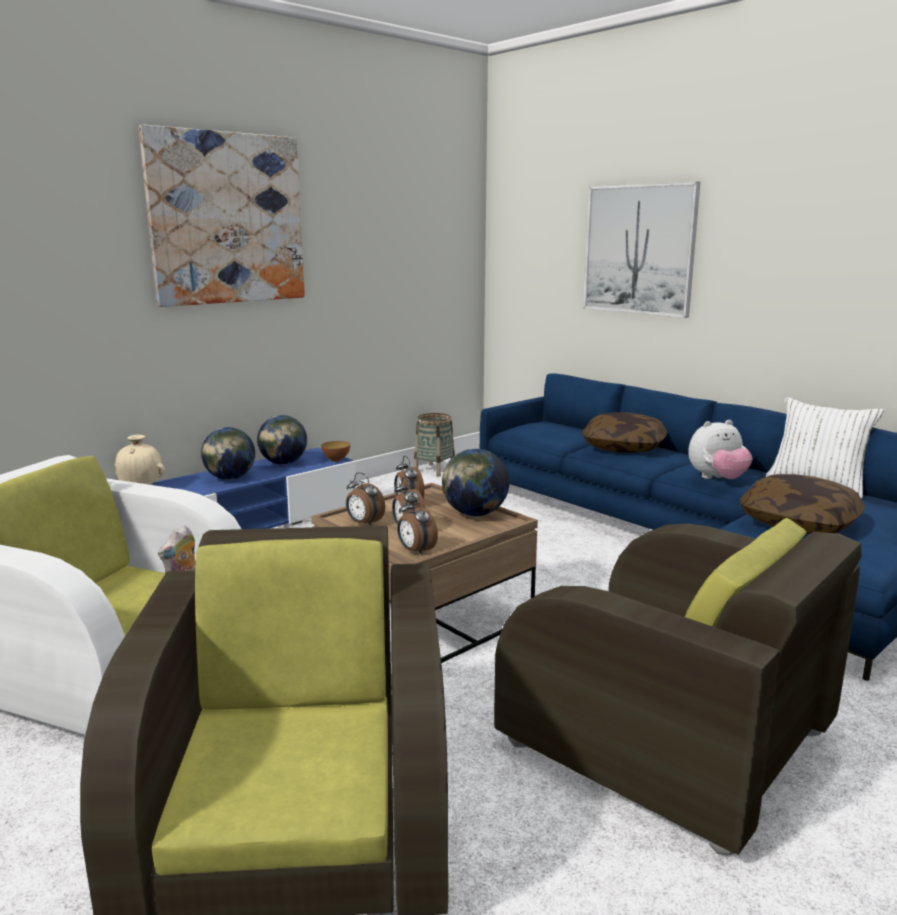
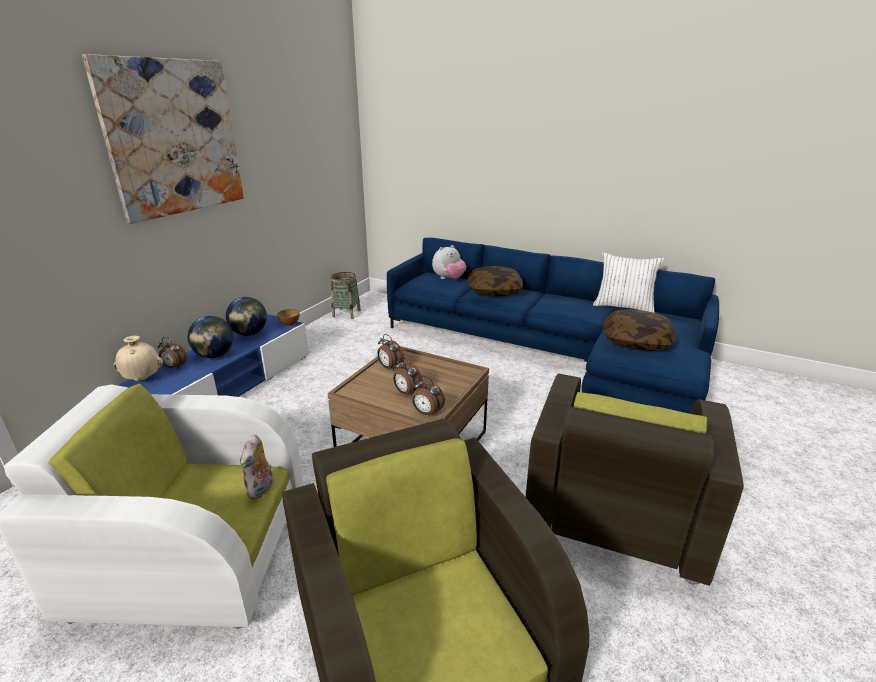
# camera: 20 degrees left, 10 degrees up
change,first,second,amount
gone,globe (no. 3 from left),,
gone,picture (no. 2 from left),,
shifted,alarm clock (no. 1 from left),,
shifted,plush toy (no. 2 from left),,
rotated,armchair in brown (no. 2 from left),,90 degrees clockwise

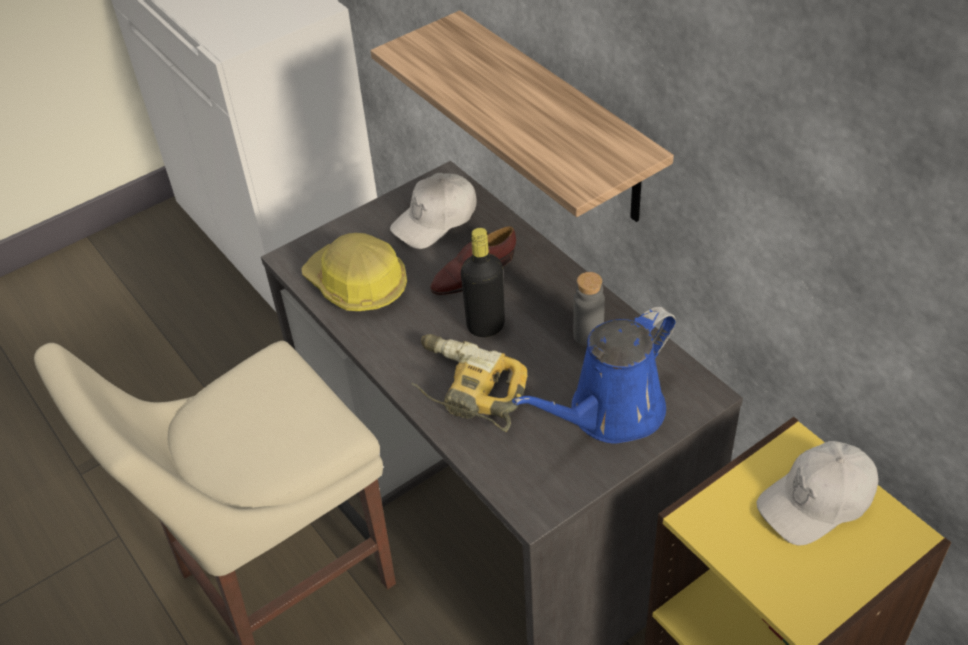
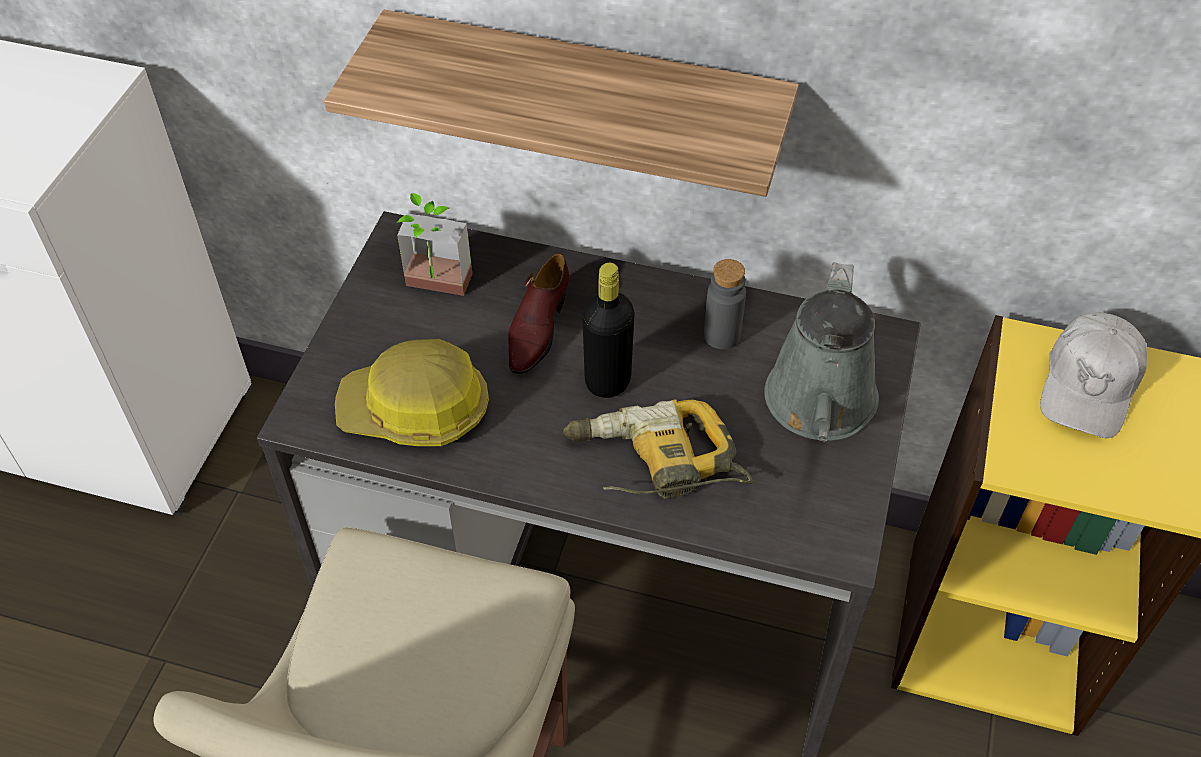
# camera: 40 degrees left, 5 degrees up
change,first,second,amount
swapped,cap in white (no. 1 from left),potted plant,
repainted,watering can in blue,watering can in grey,

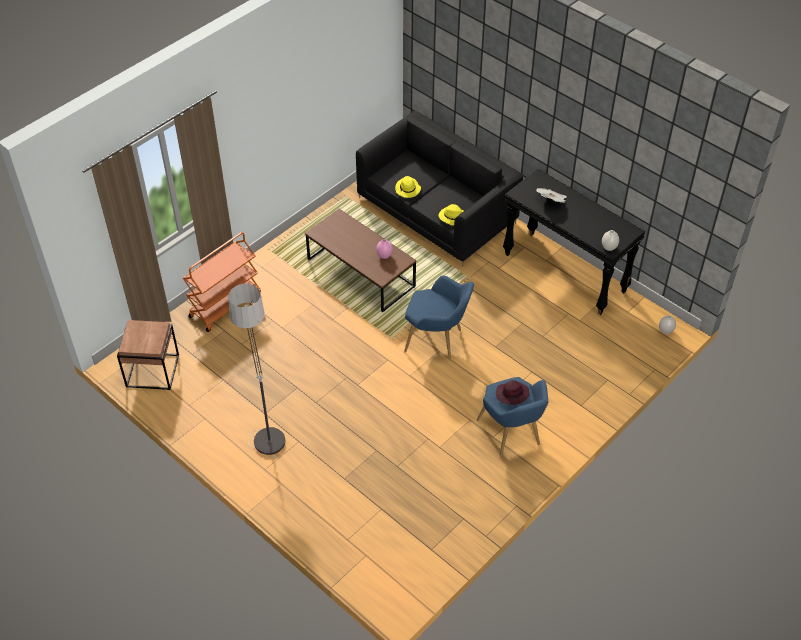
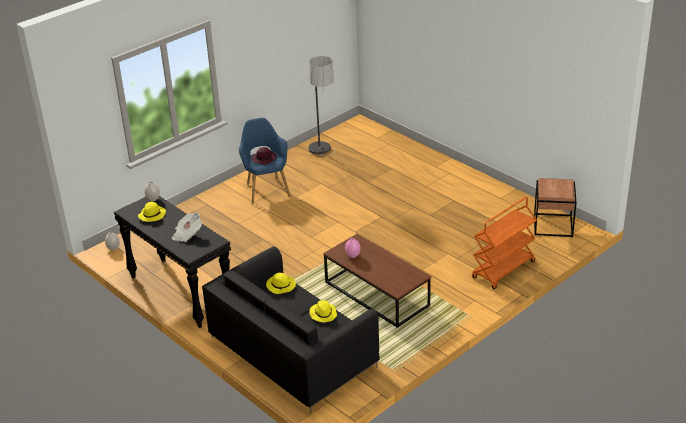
# camera: 175 degrees left, 15 degrees down
change,first,second,amount
gone,armchair in blue (no. 1 from left),,
new,,hat in yellow (no. 1 from left),
shifted,floor lamp,,

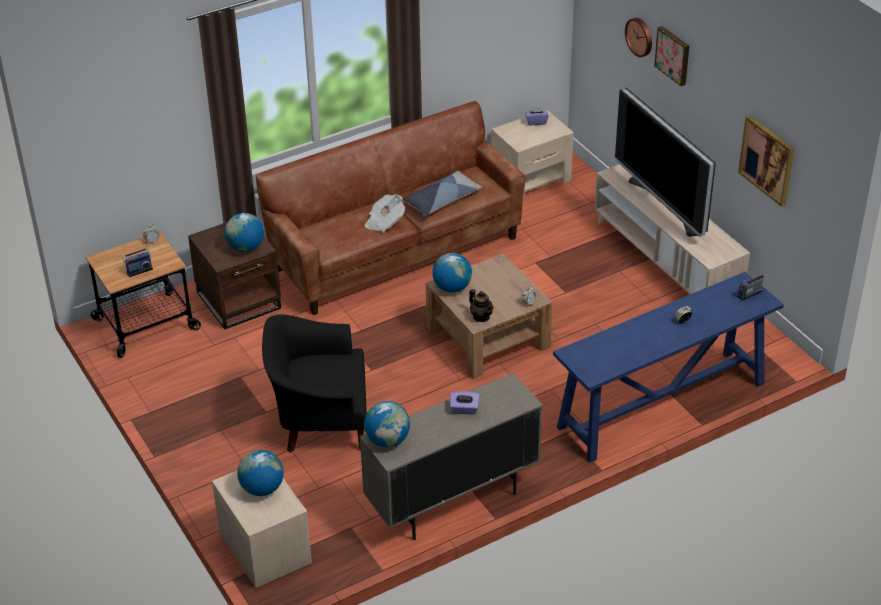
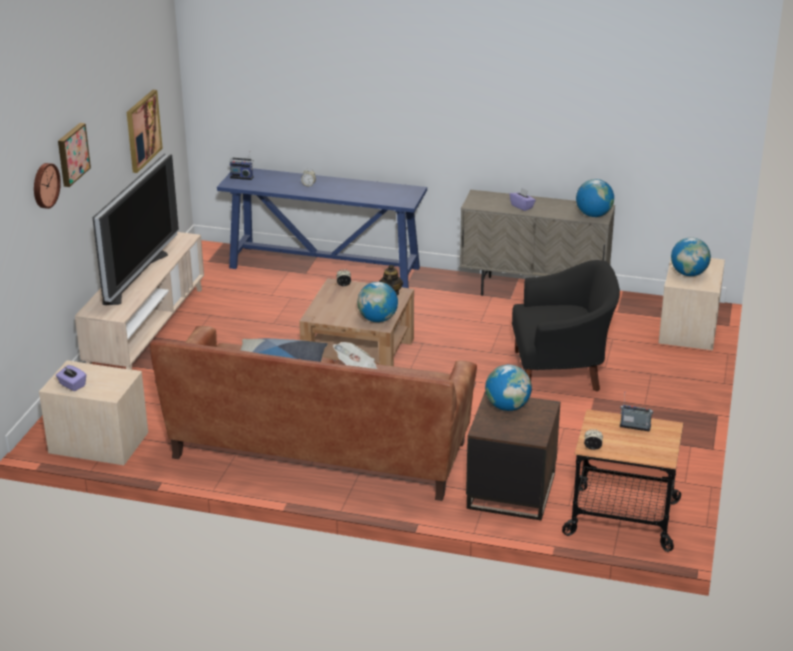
# camera: 135 degrees left, 10 degrees down
change,first,second,amount
rotated,armchair in black,,45 degrees counterclockwise

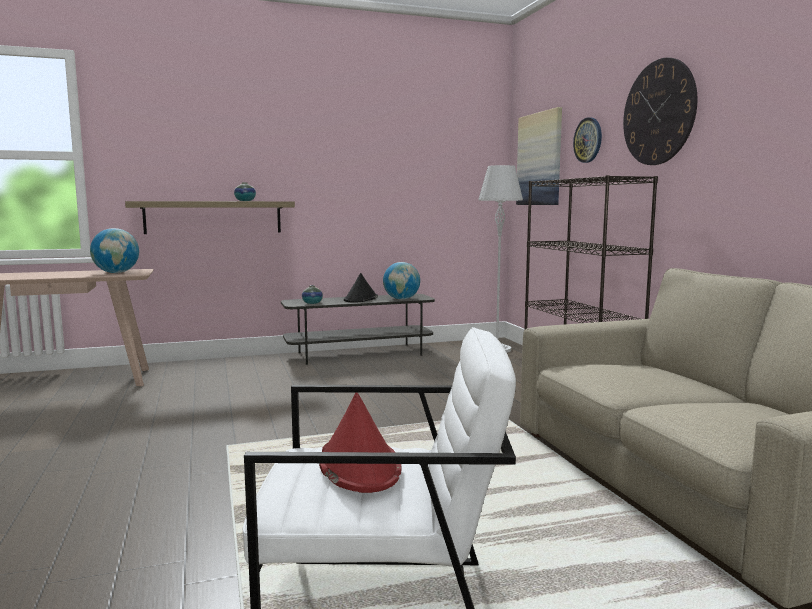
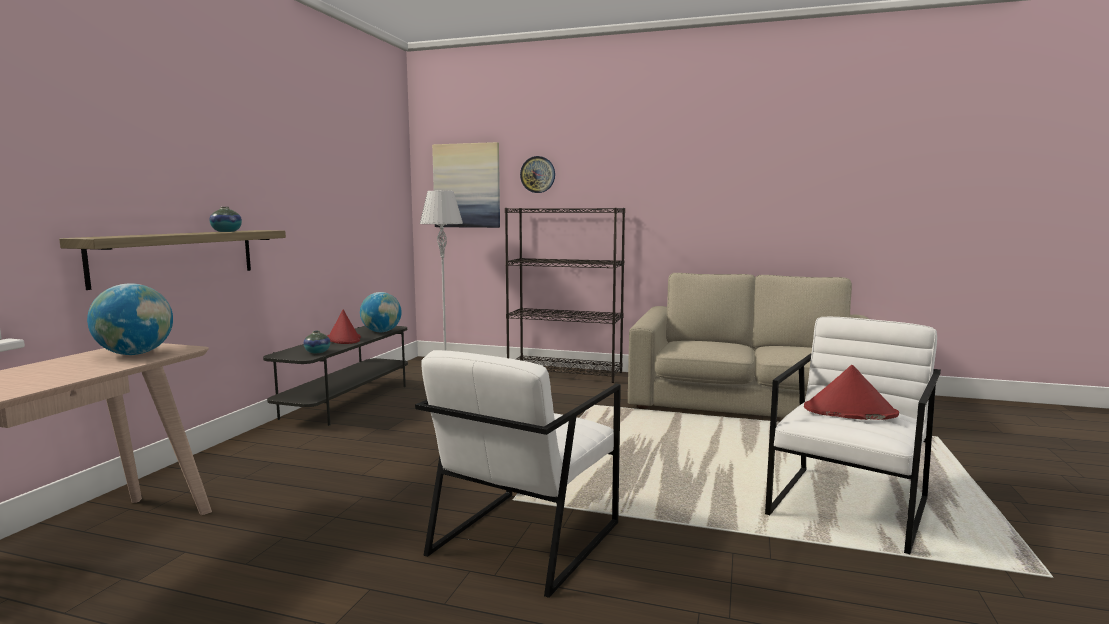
# camera: 55 degrees left, 0 degrees up
change,first,second,amount
gone,wall clock (no. 2 from left),,
new,,armchair in white (no. 1 from left),
repainted,hat in black,hat in red (no. 1 from left),

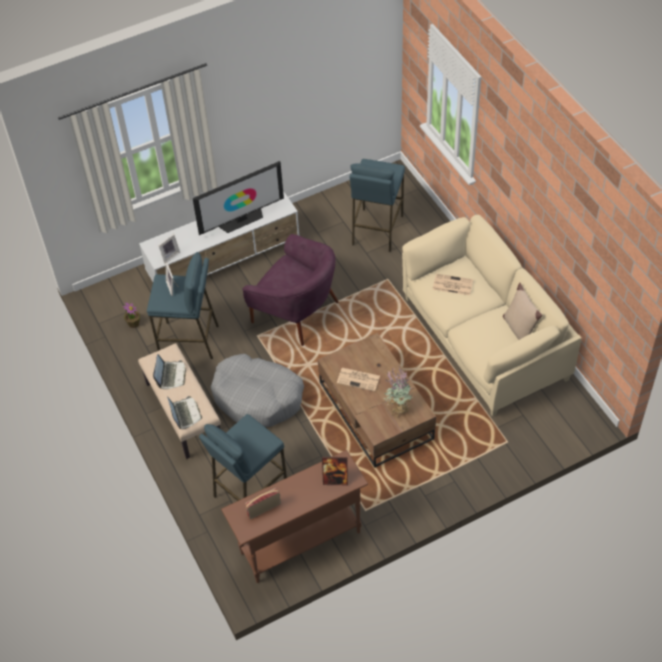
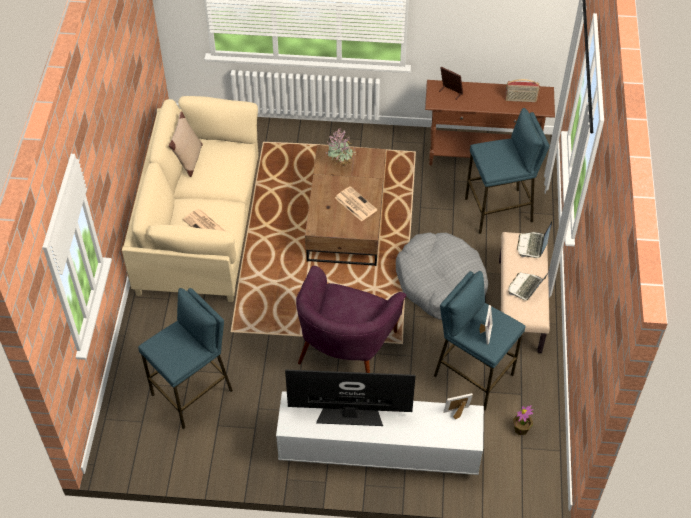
# camera: 150 degrees left, 0 degrees up
change,first,second,amount
rotated,armchair in purple,,135 degrees counterclockwise

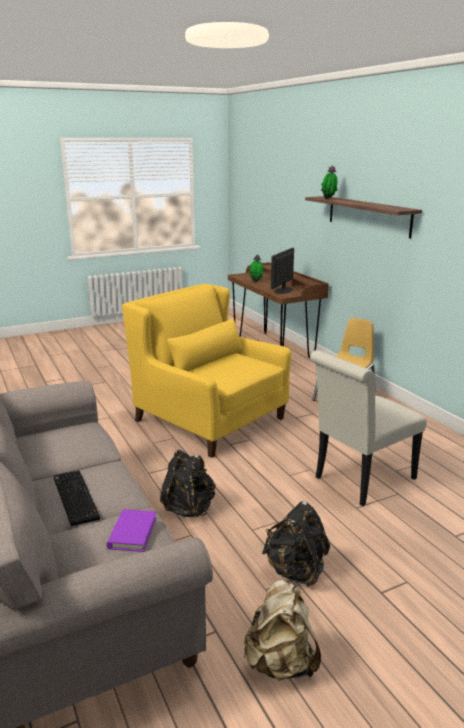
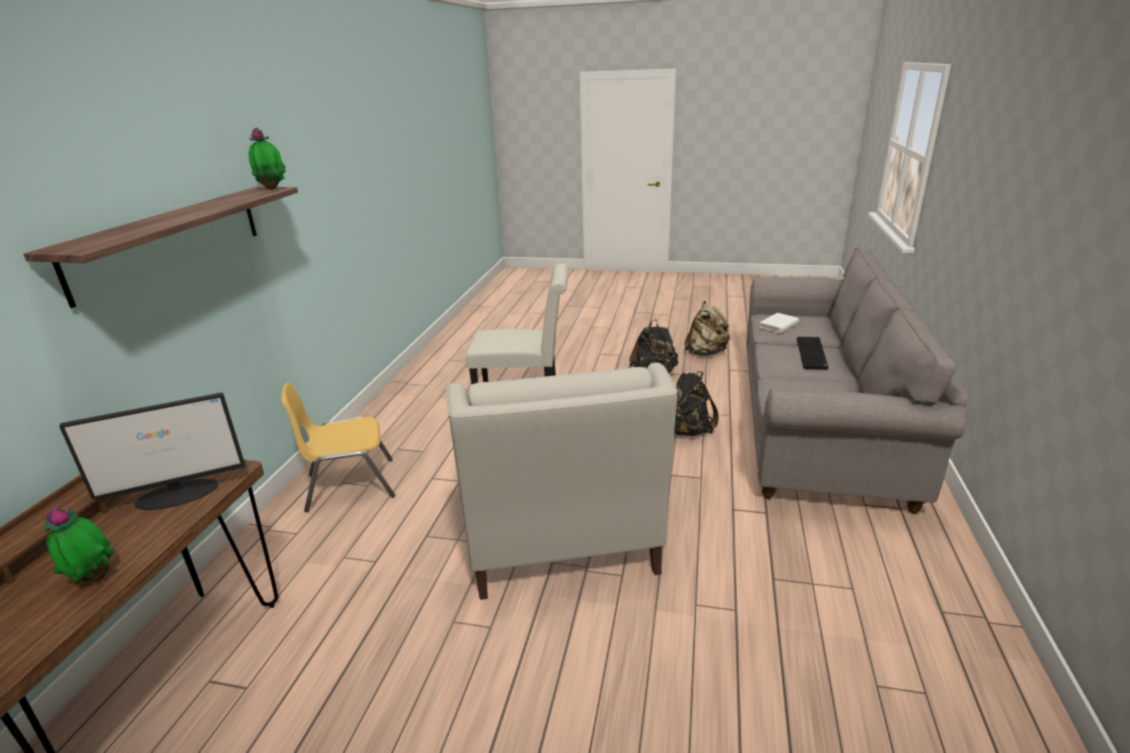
# camera: 140 degrees left, 5 degrees up
change,first,second,amount
shifted,potted plant (no. 2 from left),,
repainted,book in purple,book in white,
repainted,armchair in yellow,armchair in white,

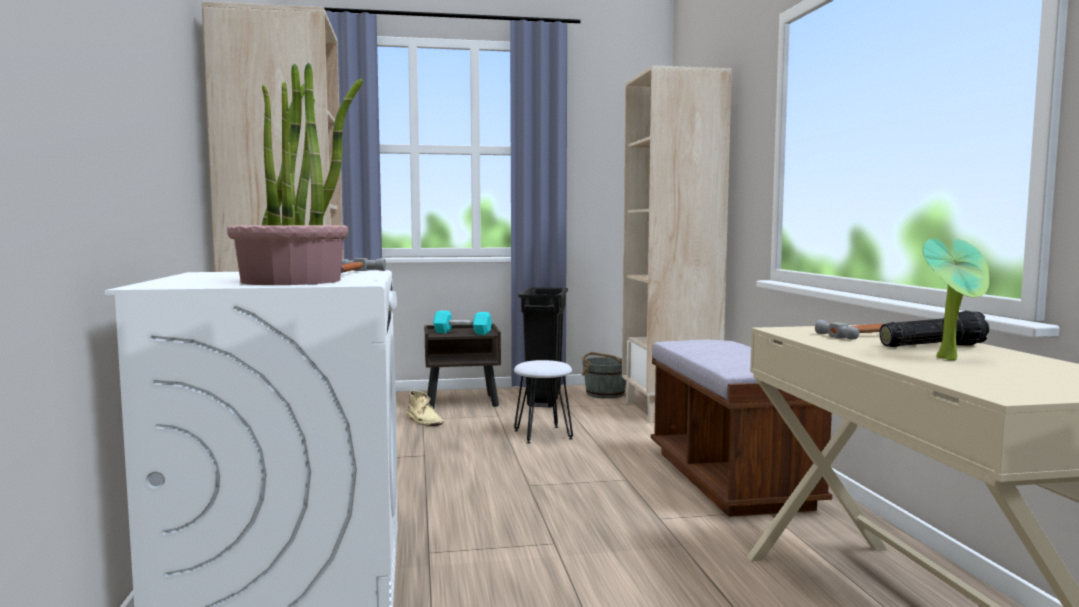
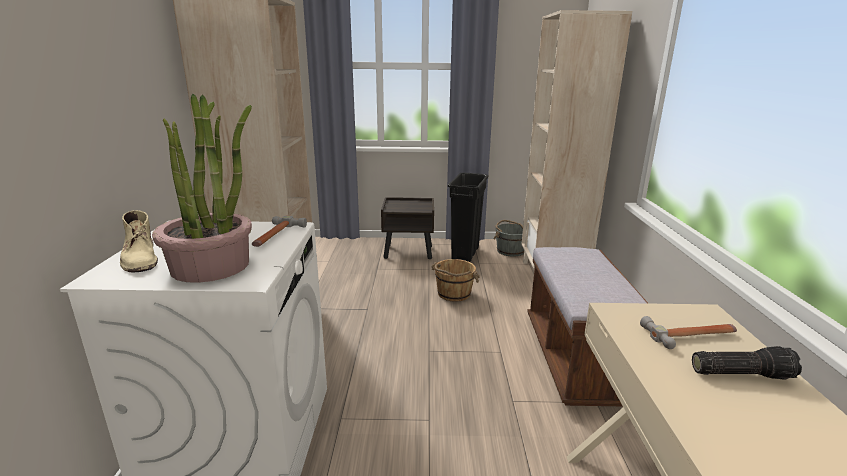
# camera: 10 degrees right, 15 degrees up
change,first,second,amount
gone,dumbbell in turquoise,,
gone,potted plant (no. 2 from left),,
shifted,boot in beige,,
swapped,stool in white,bucket in brown,

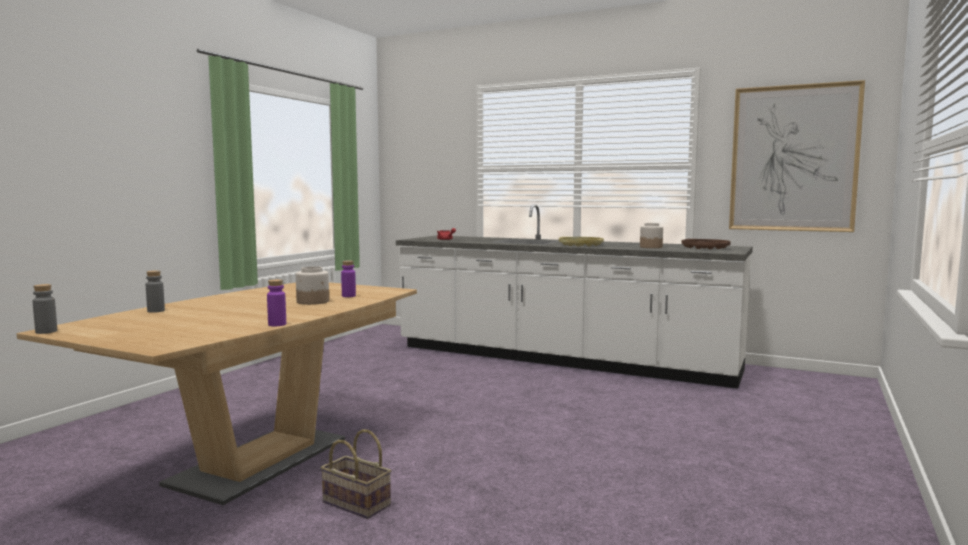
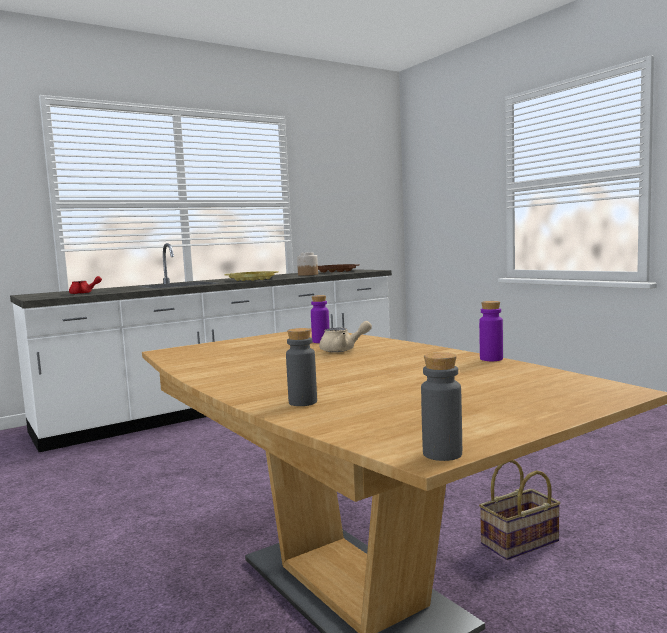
# camera: 60 degrees left, 0 degrees up
change,first,second,amount
gone,picture,,
swapped,jar (no. 1 from left),teapot in beige,

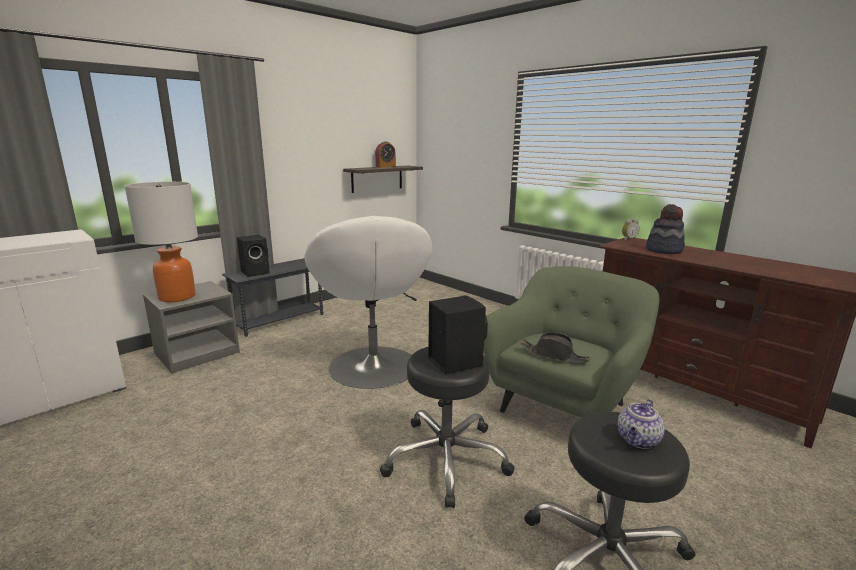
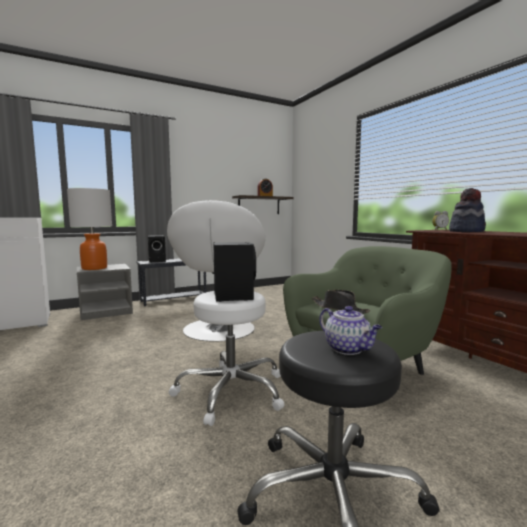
# camera: 15 degrees right, 10 degrees down
change,first,second,amount
repainted,stool in black (no. 1 from left),stool in white,
rotated,teapot,,90 degrees counterclockwise

